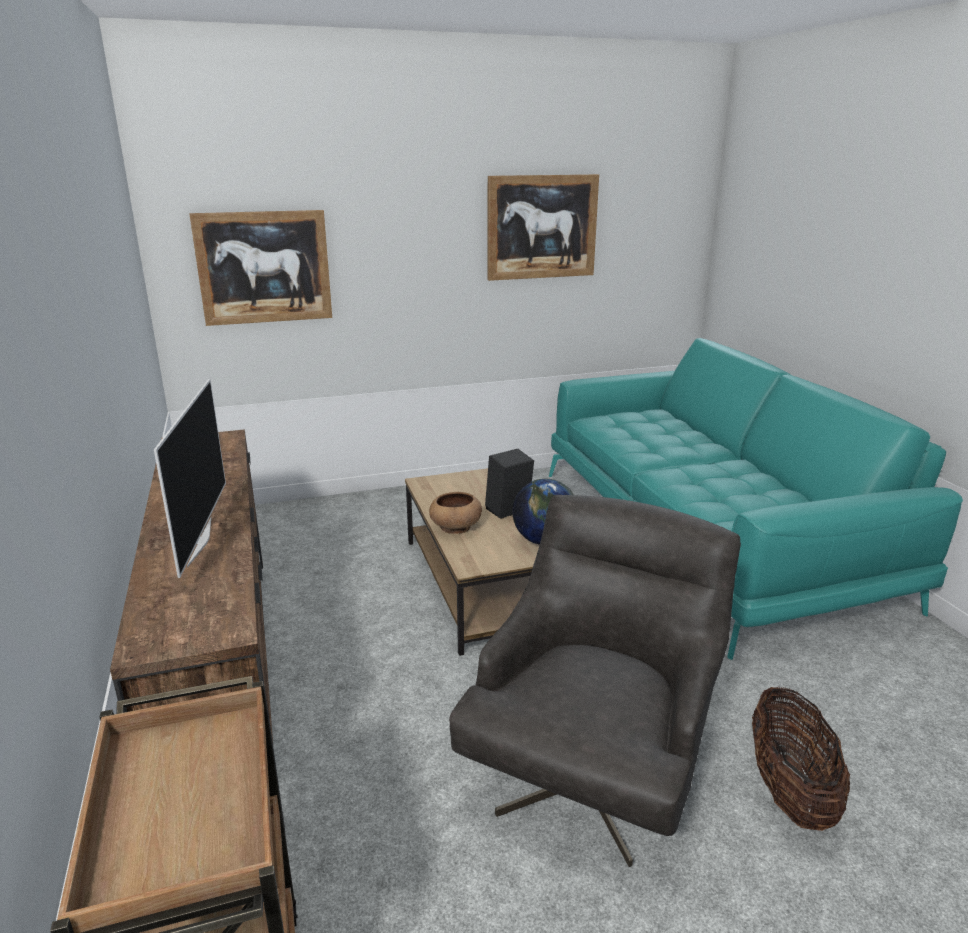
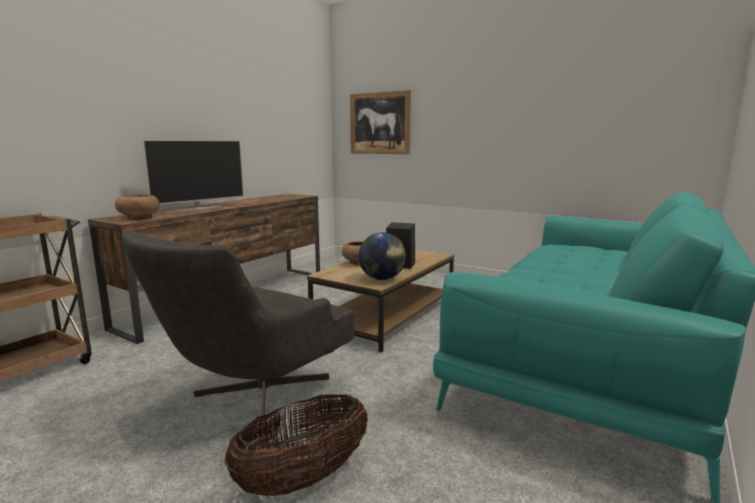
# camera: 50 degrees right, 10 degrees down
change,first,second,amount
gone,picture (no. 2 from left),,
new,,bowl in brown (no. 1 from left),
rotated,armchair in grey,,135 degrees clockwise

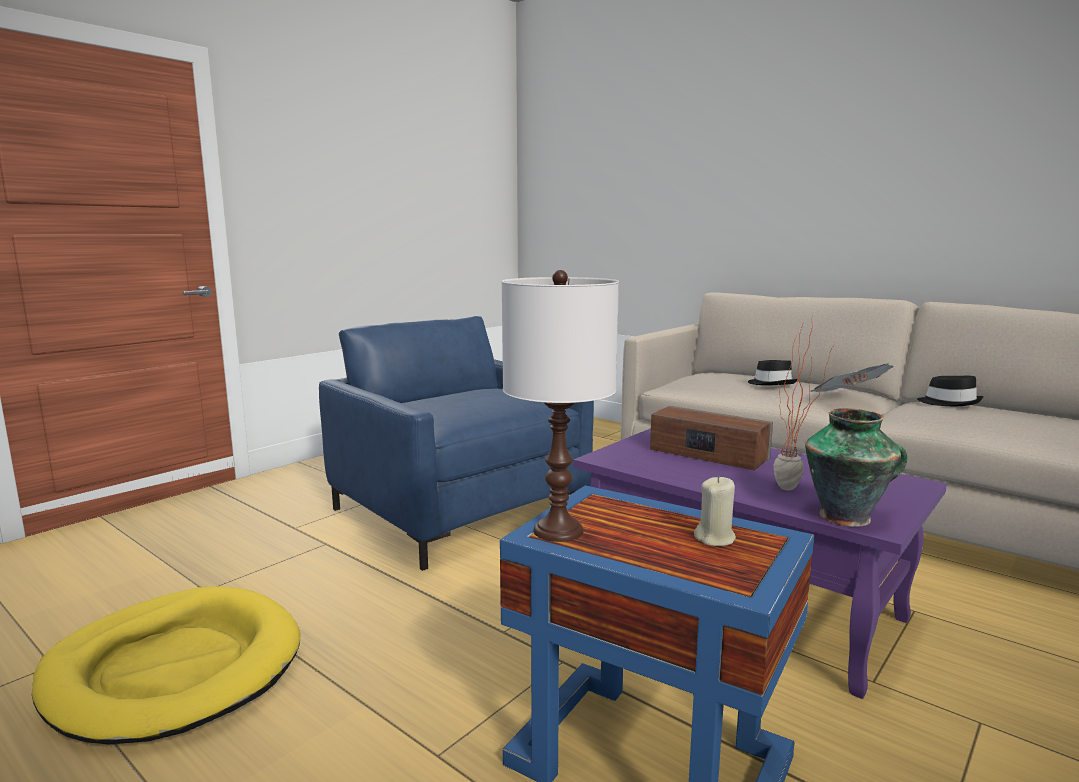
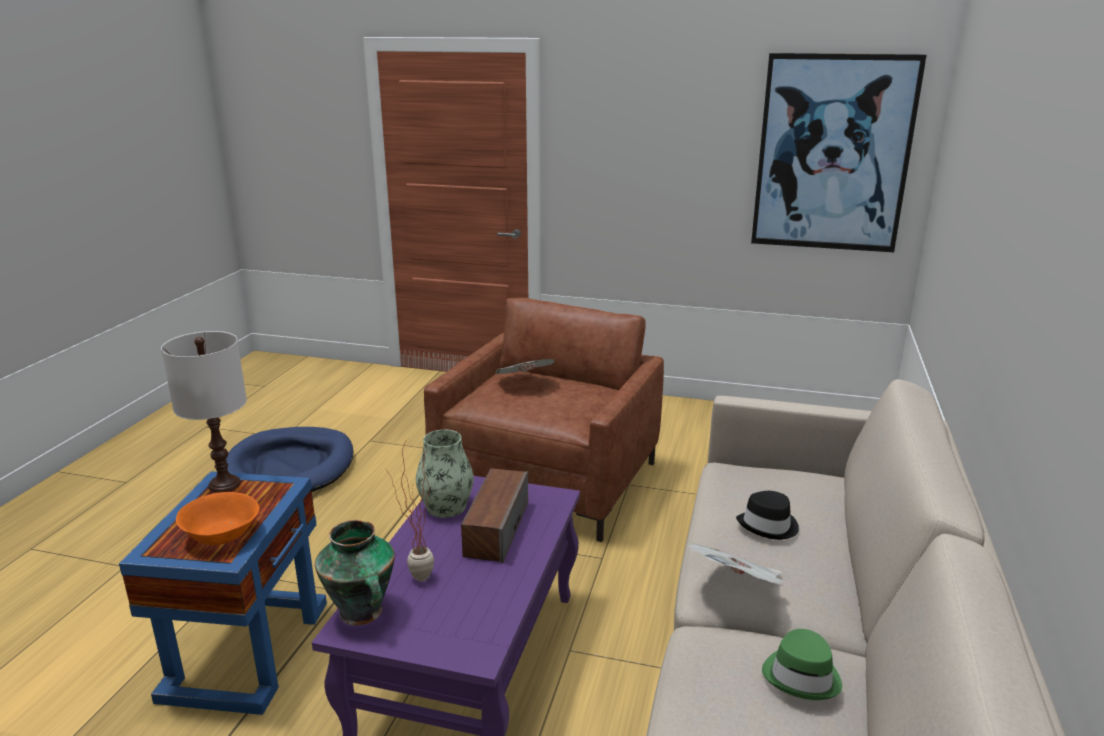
# camera: 65 degrees right, 10 degrees up
change,first,second,amount
new,,vase (no. 2 from left),
new,,newspaper (no. 1 from left),
new,,picture,
swapped,candle in beige,bowl in orange,
repainted,dog bed in yellow,dog bed in blue,
repainted,armchair in blue,armchair in brown,
repainted,hat in black (no. 2 from left),hat in green,

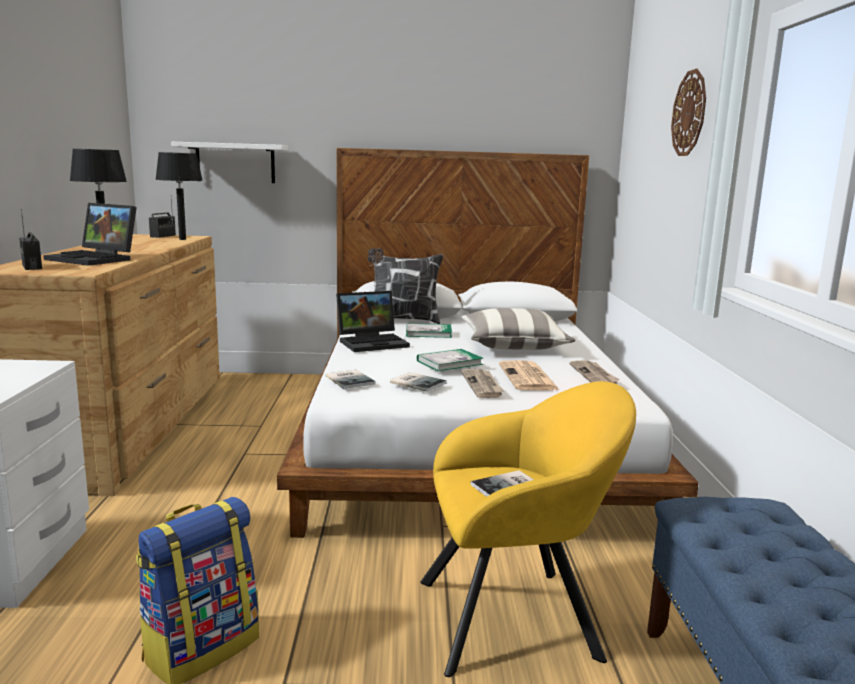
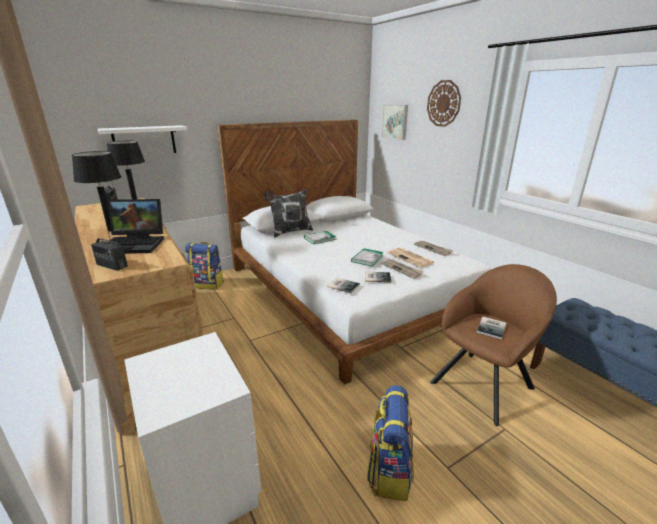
# camera: 30 degrees left, 10 degrees up
change,first,second,amount
gone,laptop (no. 2 from left),,
gone,pillow (no. 2 from left),,
new,,backpack (no. 1 from left),
new,,picture,
repainted,armchair in yellow,armchair in brown,

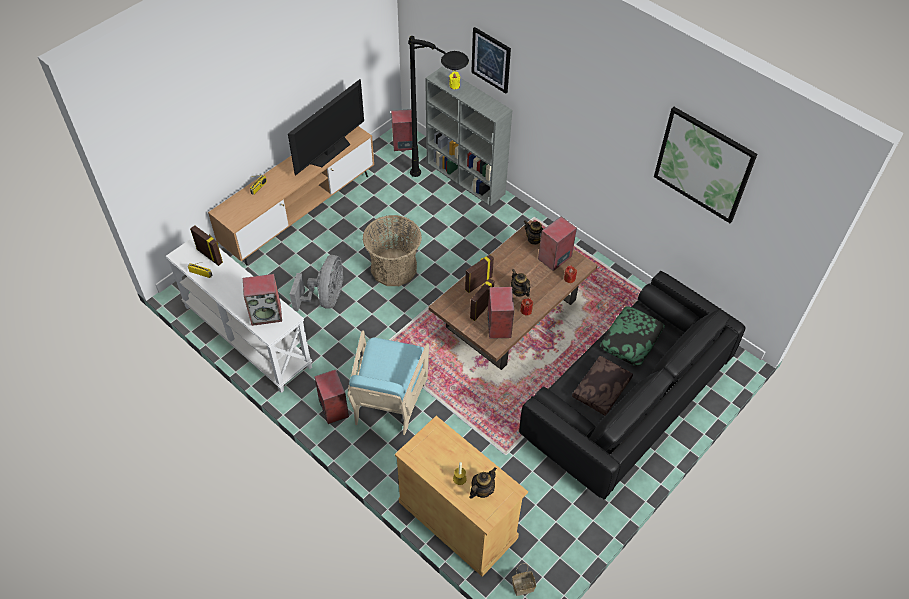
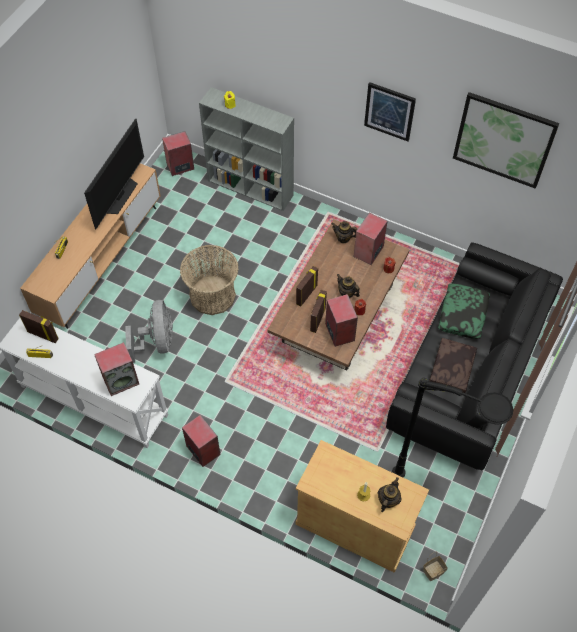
# camera: 15 degrees left, 5 degrees up
change,first,second,amount
gone,armchair in turquoise,,
shifted,floor lamp in black,,
shifted,picture (no. 1 from left),,

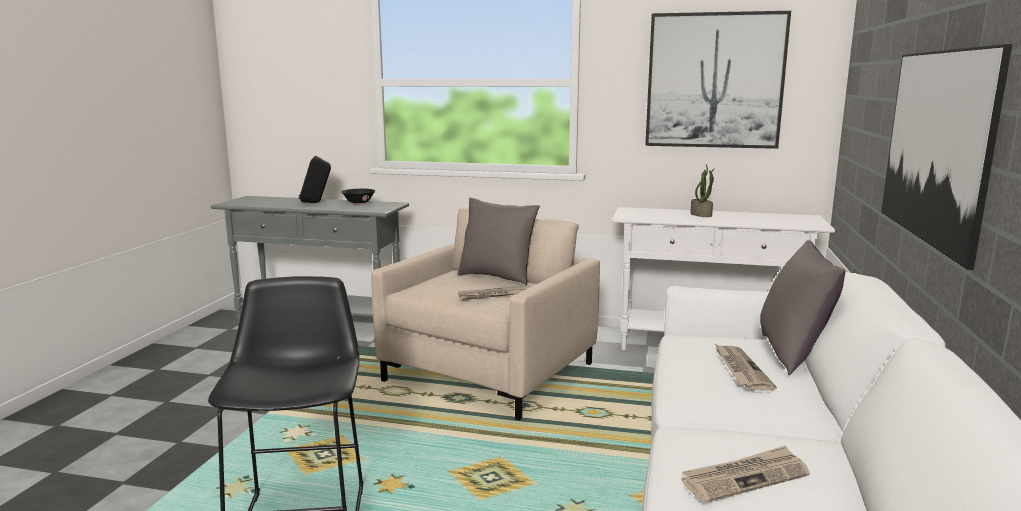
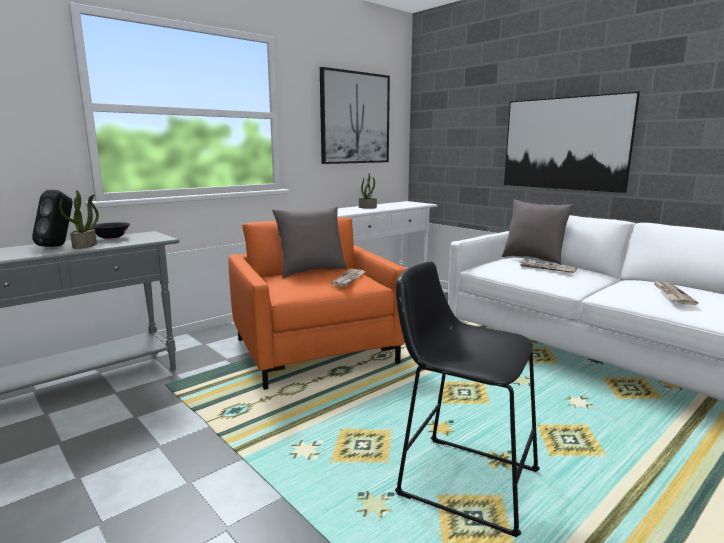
# camera: 55 degrees left, 0 degrees up
change,first,second,amount
new,,potted plant (no. 1 from left),
repainted,armchair in beige,armchair in orange,

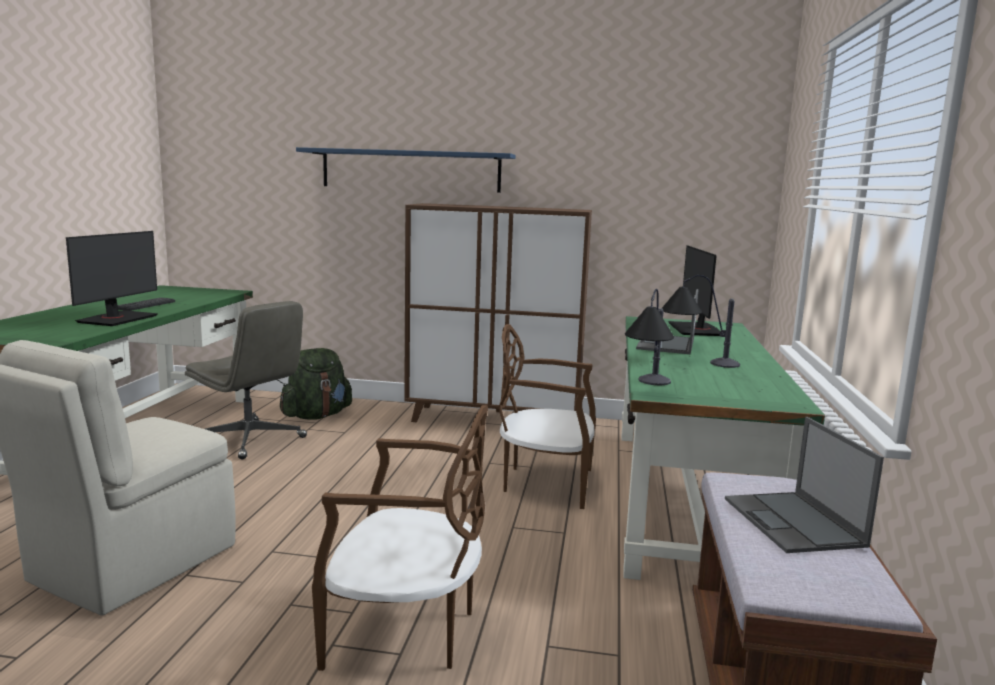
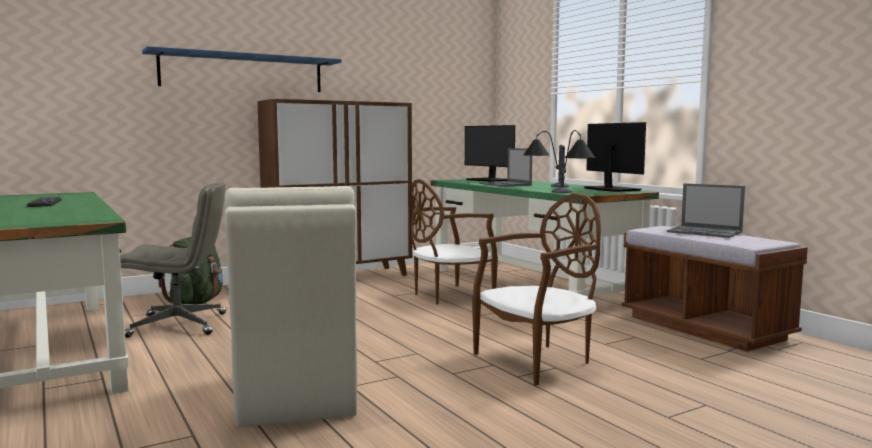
# camera: 40 degrees left, 5 degrees down
change,first,second,amount
shifted,monitor (no. 1 from left in the first image),monitor (no. 2 from left),

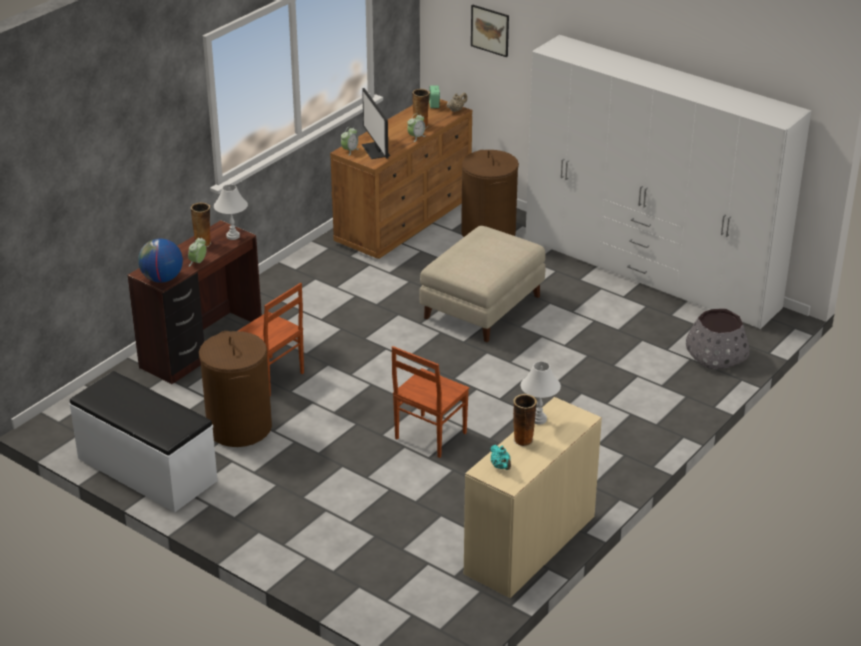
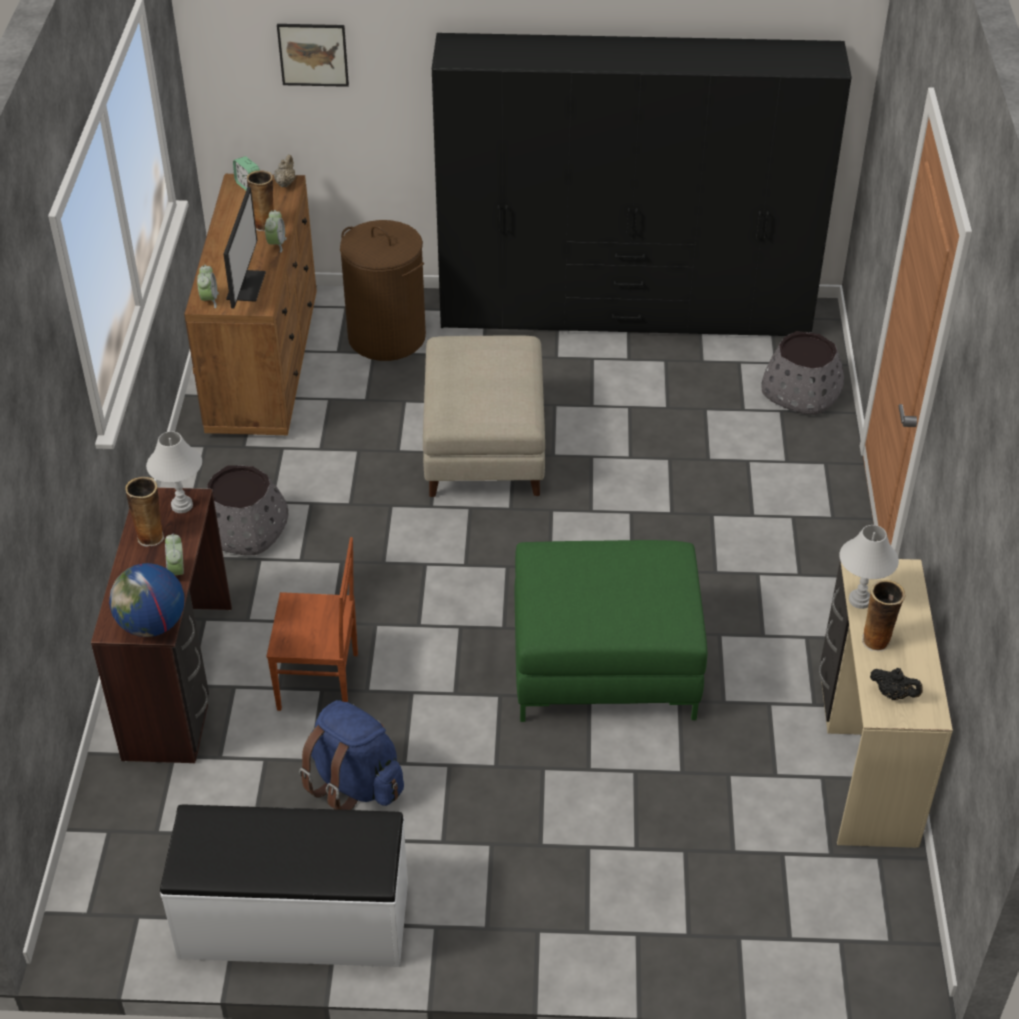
# camera: 35 degrees left, 10 degrees up
change,first,second,amount
new,,planter in grey (no. 1 from left),
swapped,laundry basket in brown (no. 1 from left),backpack in blue,
swapped,chair in brown (no. 2 from left),ottoman in green,
repainted,teapot in turquoise,teapot in black,
repainted,wardrobe in white,wardrobe in black,
rotated,monitor,,120 degrees counterclockwise

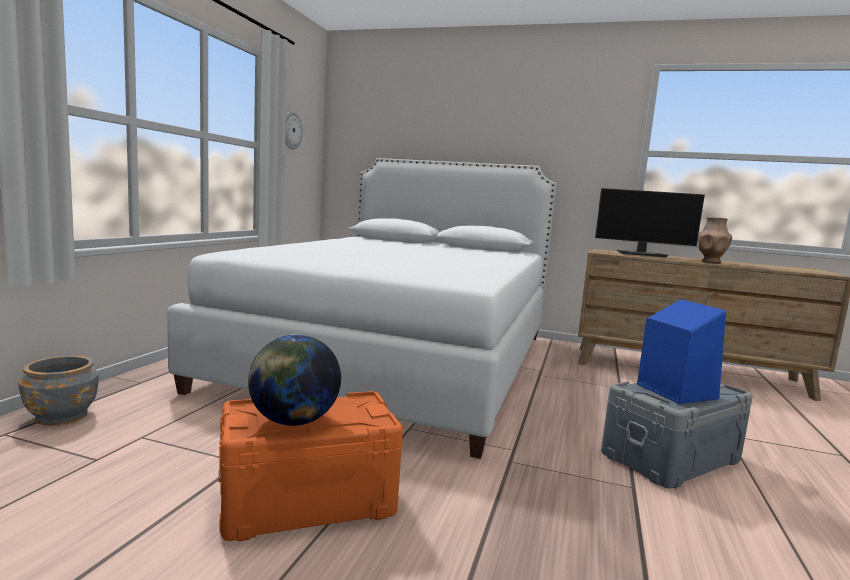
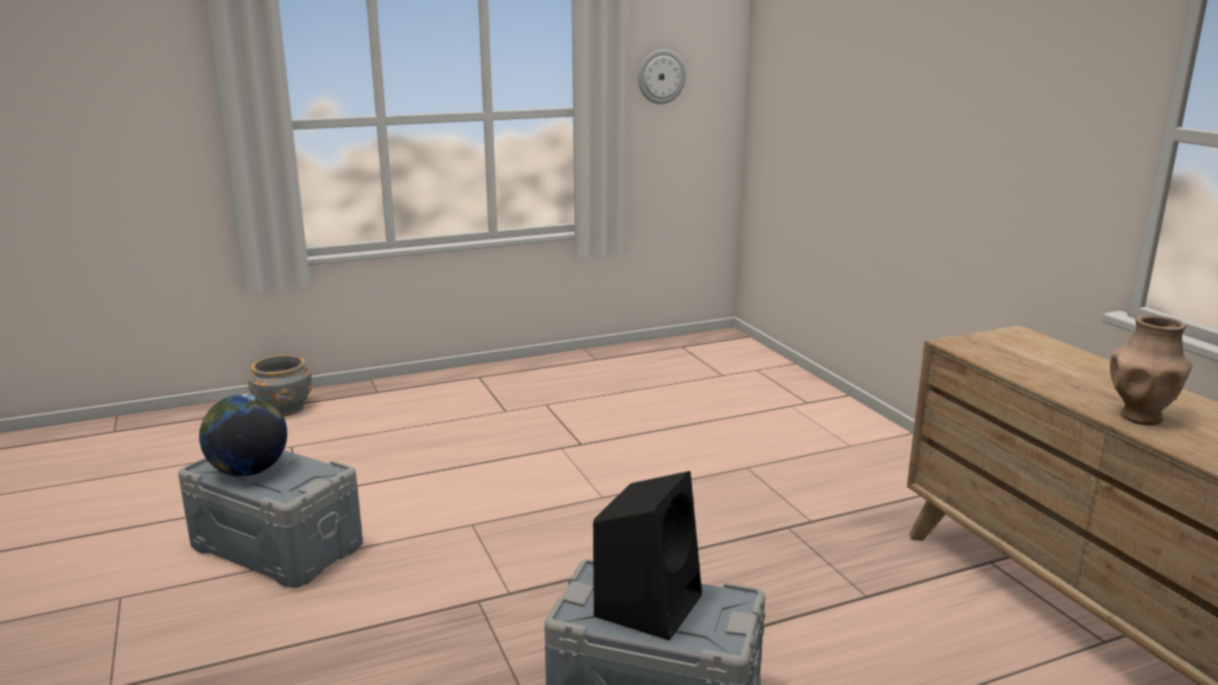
# camera: 50 degrees right, 10 degrees up
change,first,second,amount
gone,bed in white,,
gone,monitor,,
repainted,storage box in orange,storage box in grey (no. 1 from left),
repainted,speaker in blue,speaker in black,

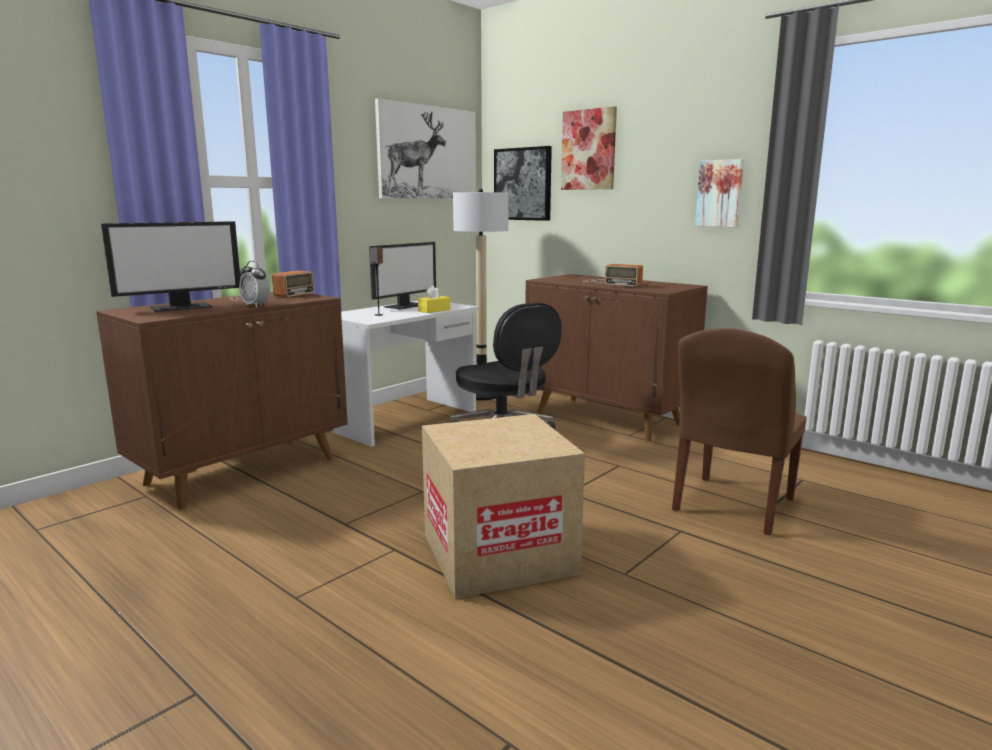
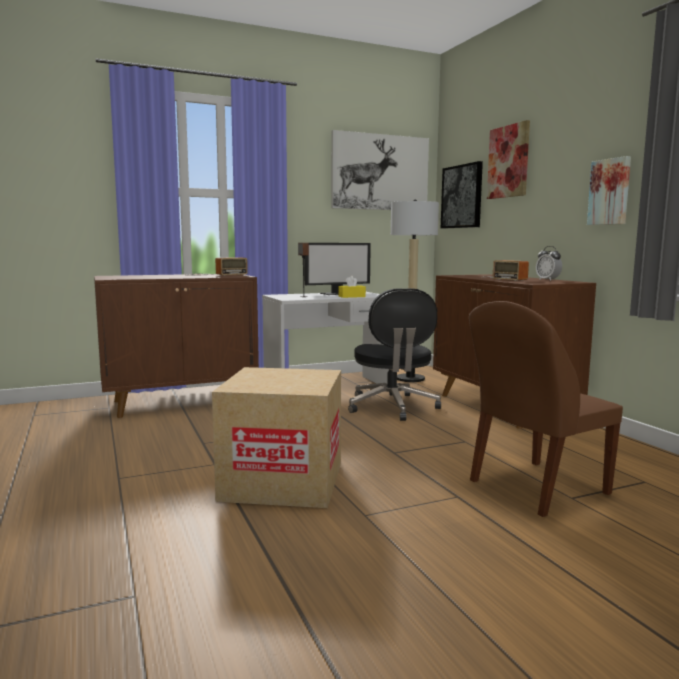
# camera: 25 degrees right, 5 degrees down
change,first,second,amount
gone,monitor (no. 1 from left),,
shifted,alarm clock,,

